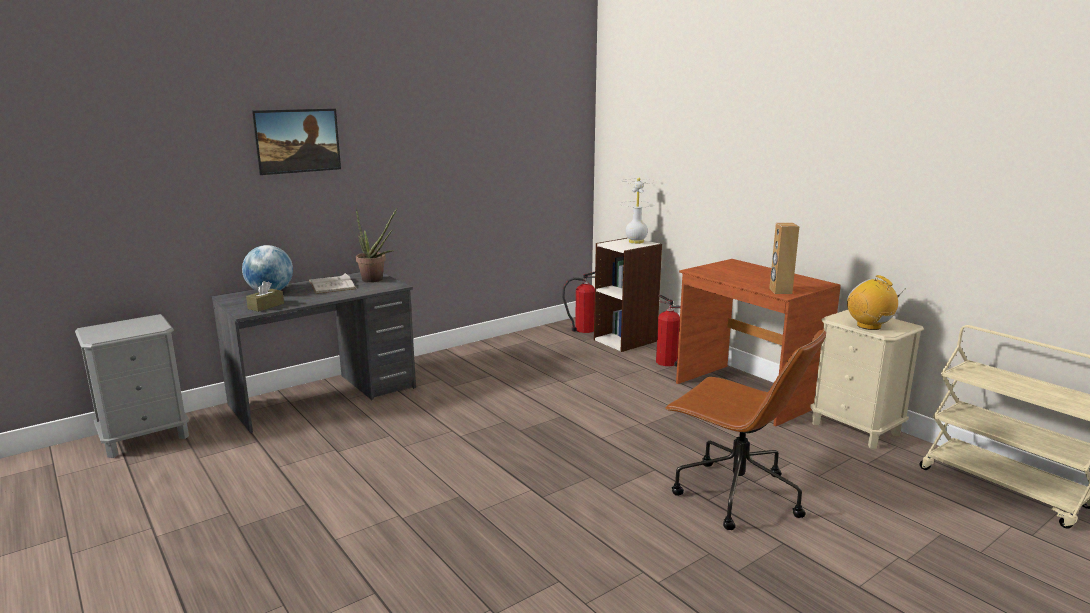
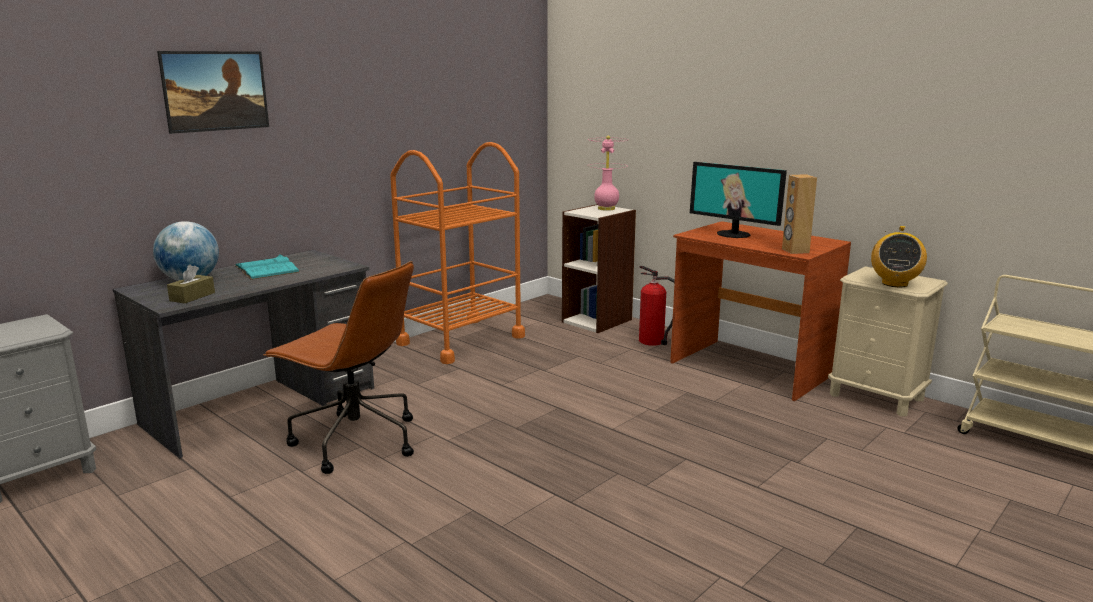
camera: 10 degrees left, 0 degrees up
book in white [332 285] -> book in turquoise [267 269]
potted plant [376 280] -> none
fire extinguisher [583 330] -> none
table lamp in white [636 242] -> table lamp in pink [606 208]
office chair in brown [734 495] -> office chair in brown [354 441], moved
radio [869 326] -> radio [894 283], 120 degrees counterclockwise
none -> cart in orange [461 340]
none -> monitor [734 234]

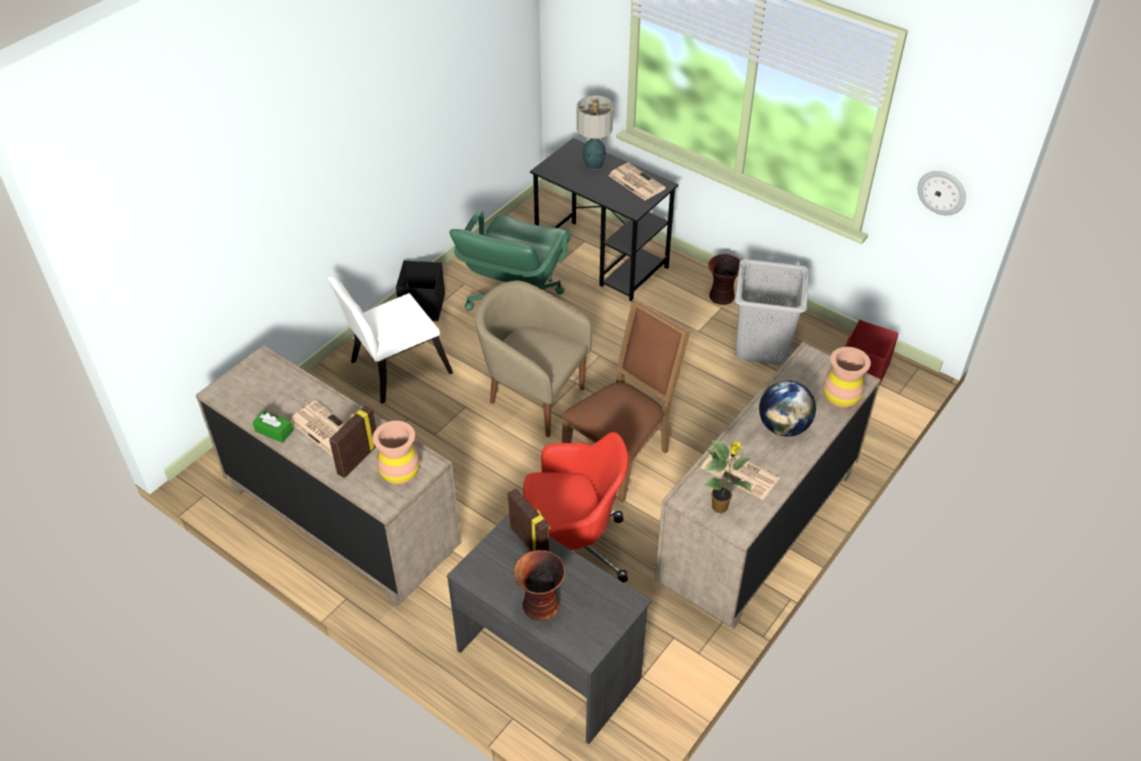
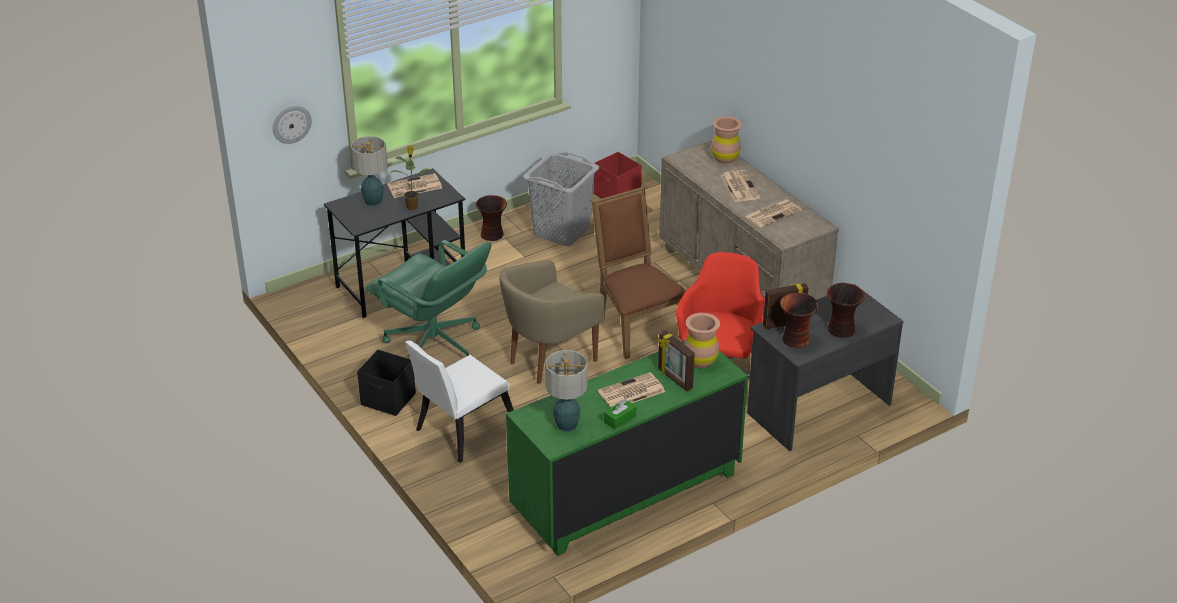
camera: 70 degrees left, 10 degrees down
dresser in beige [341 519] -> dresser in green [627 492]
chair in white [394 369] -> chair in white [461 431], 60 degrees clockwise
potted plant [721 507] -> potted plant [412 206], moved
globe [783 426] -> newspaper [739 186]
wall clock [942 192] -> wall clock [291 124], moved
none -> table lamp [567 425]
none -> vase [795 340]

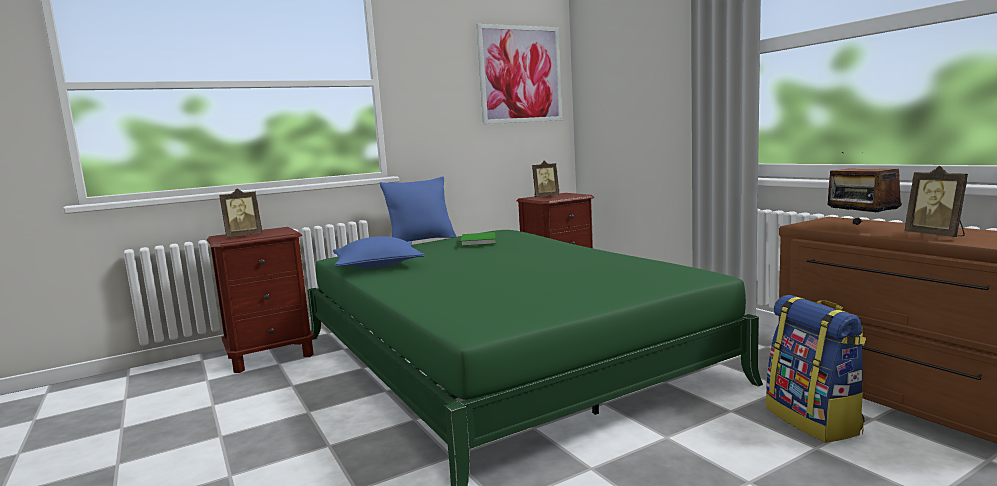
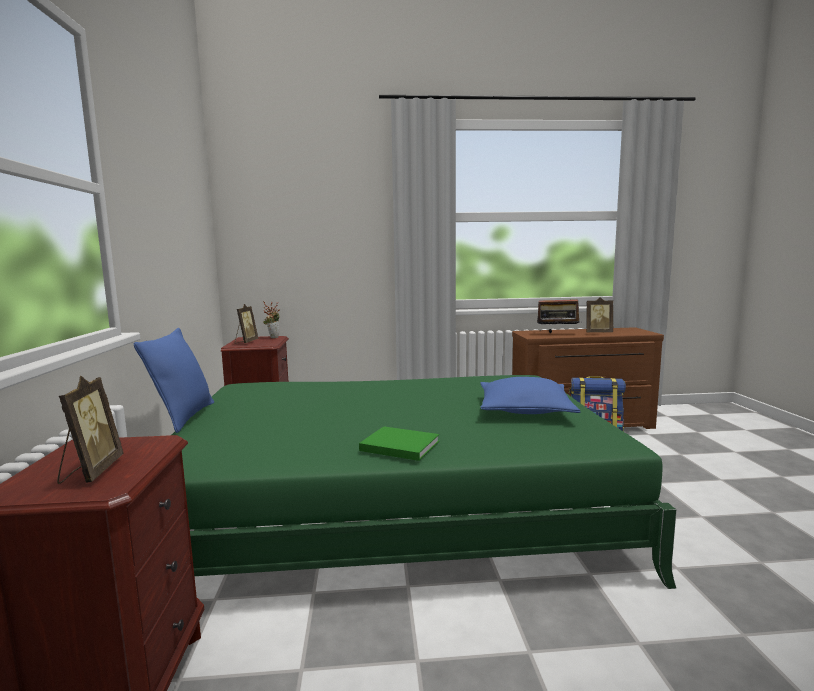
camera: 65 degrees left, 0 degrees up
pillow in blue [377 265] -> pillow in blue [524 409], moved
book in green [478 241] -> book in green [398 445], moved
picture [520 74] -> none
none -> potted plant [273 337]

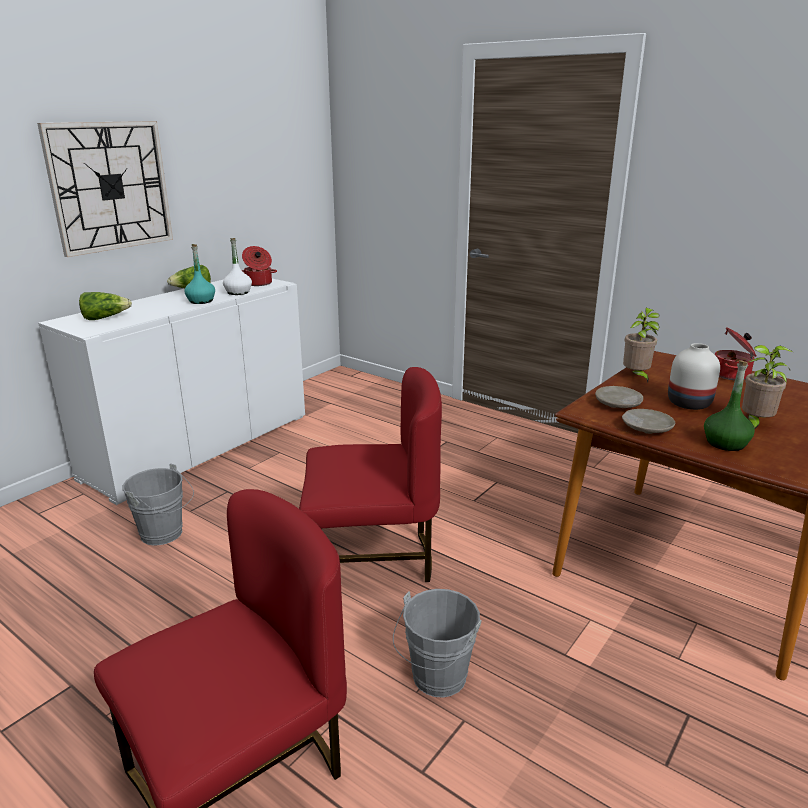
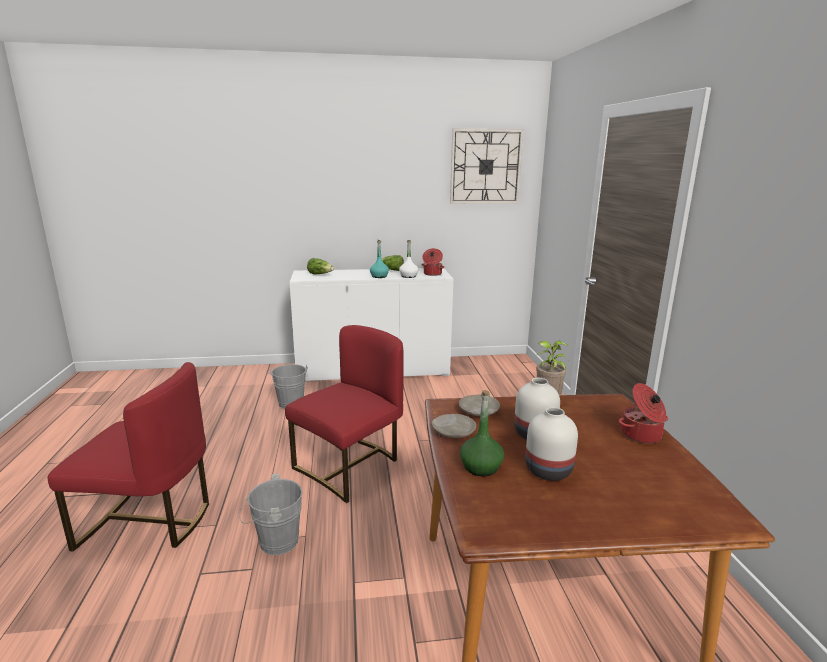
camera: 45 degrees right, 5 degrees down
wall clock [110 186] -> wall clock [485 167], moved
chair in red [370 560] -> chair in red [350 467], 90 degrees counterclockwise
potted plant [755 424] -> vase in white [547 470]

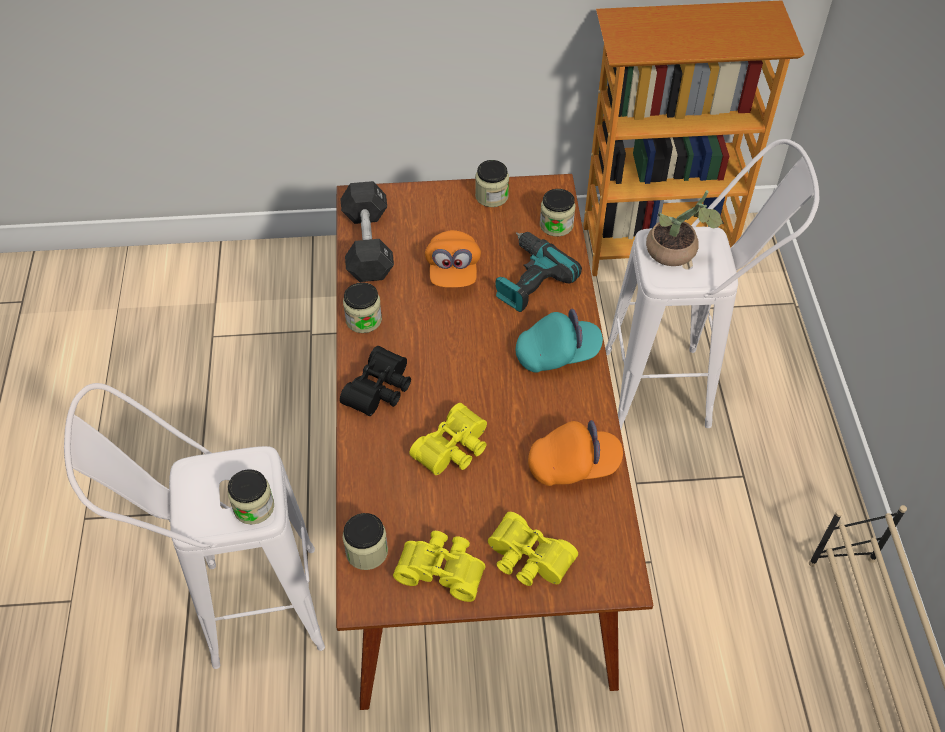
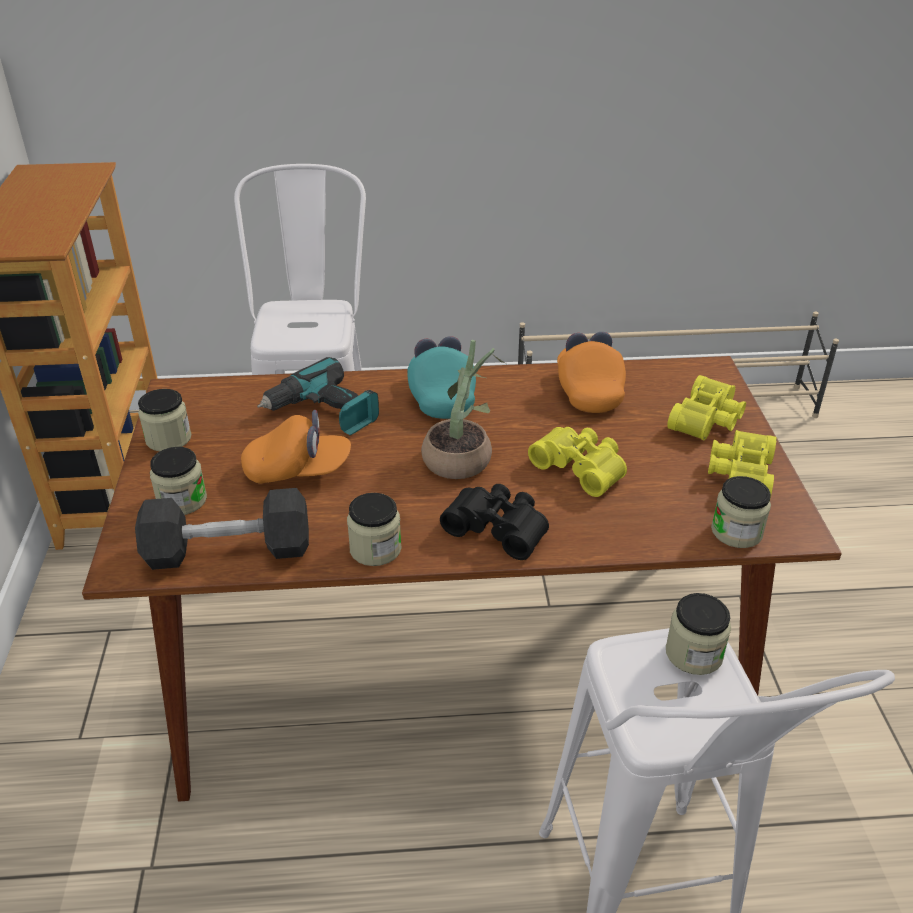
camera: 90 degrees left, 15 degrees down
jar [556 225] -> jar [182 500], moved
potted plant [676 253] -> potted plant [462 456], moved

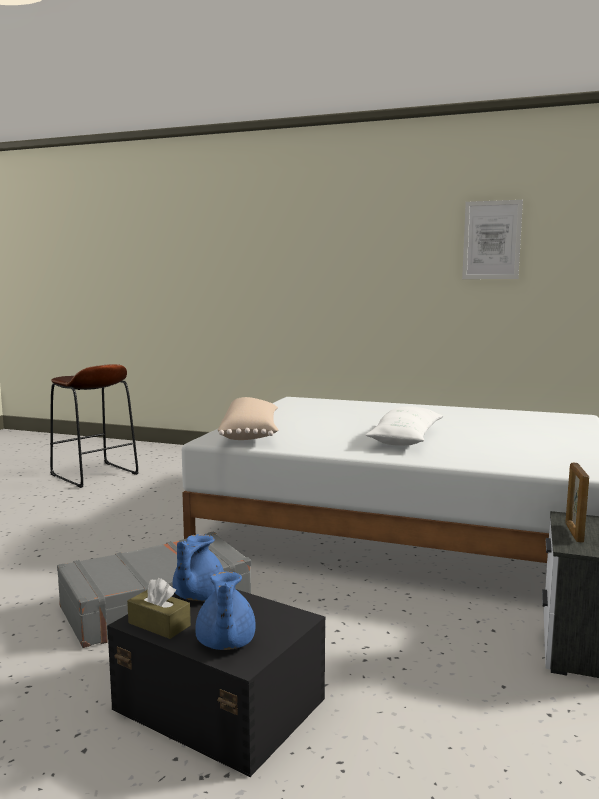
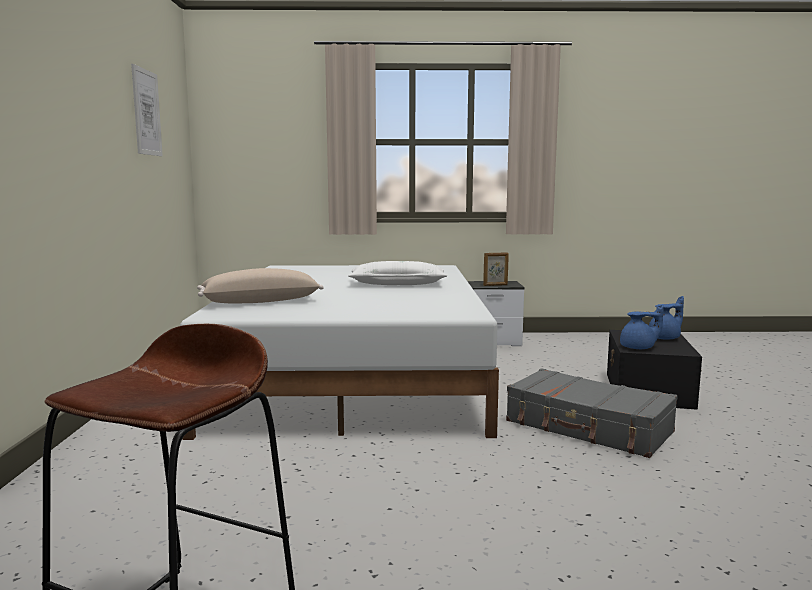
camera: 110 degrees left, 0 degrees up
tissue box in brown [159 624] -> none
pillow in beige [251 434] -> pillow in beige [260 301], moved

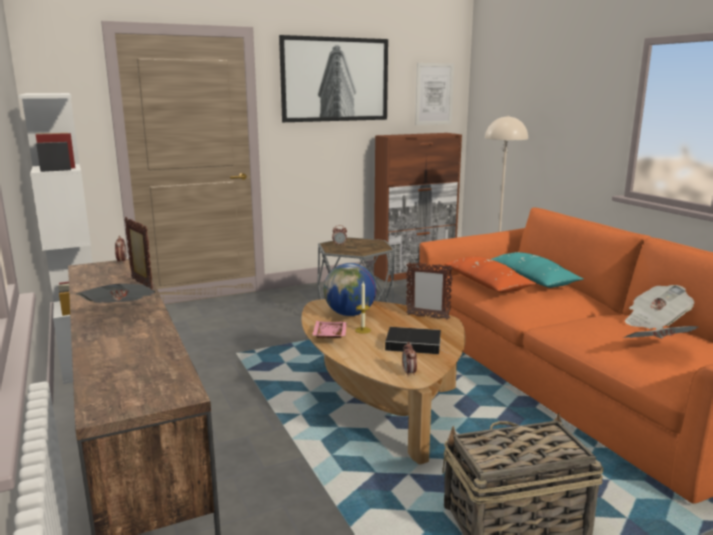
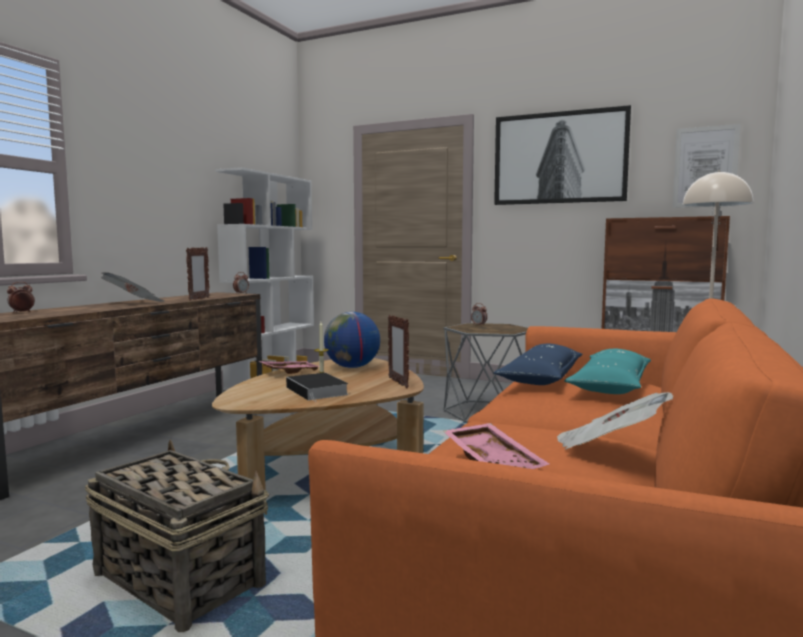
camera: 50 degrees right, 10 degrees down
alarm clock [409 373] -> alarm clock [21 312], moved
pillow in orange [486 284] -> pillow in blue [541 378]
newspaper [656 348] -> tray in pink [495 461]

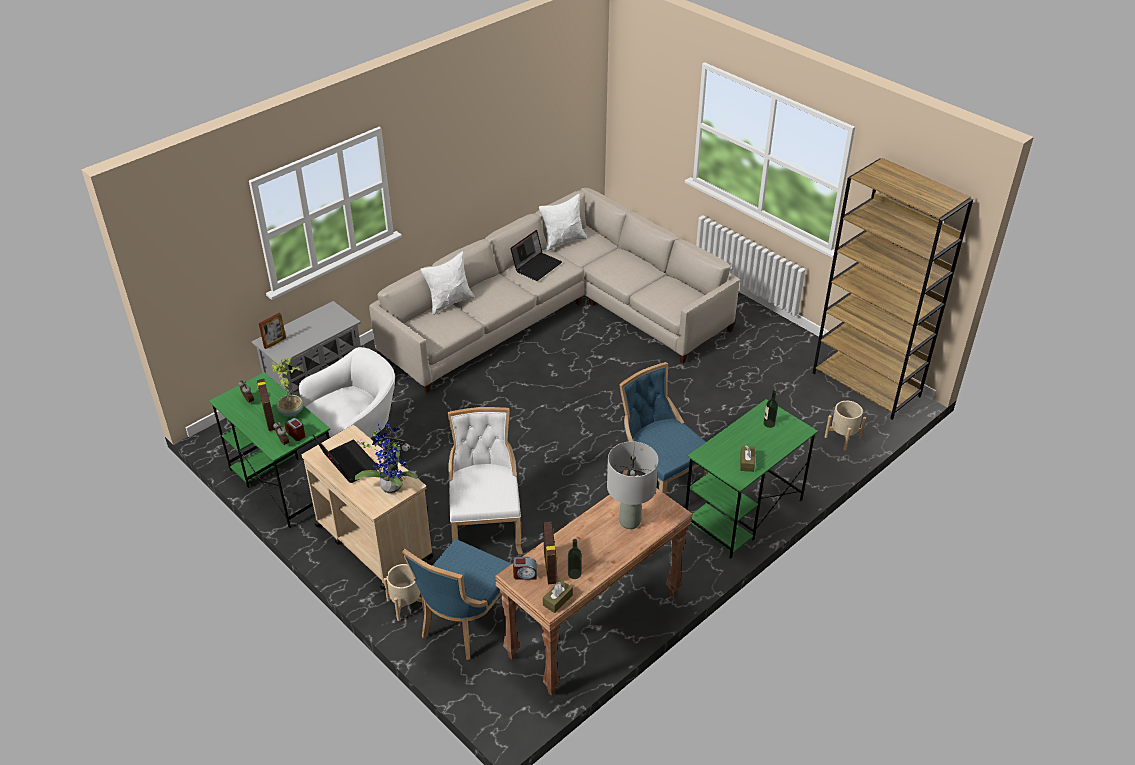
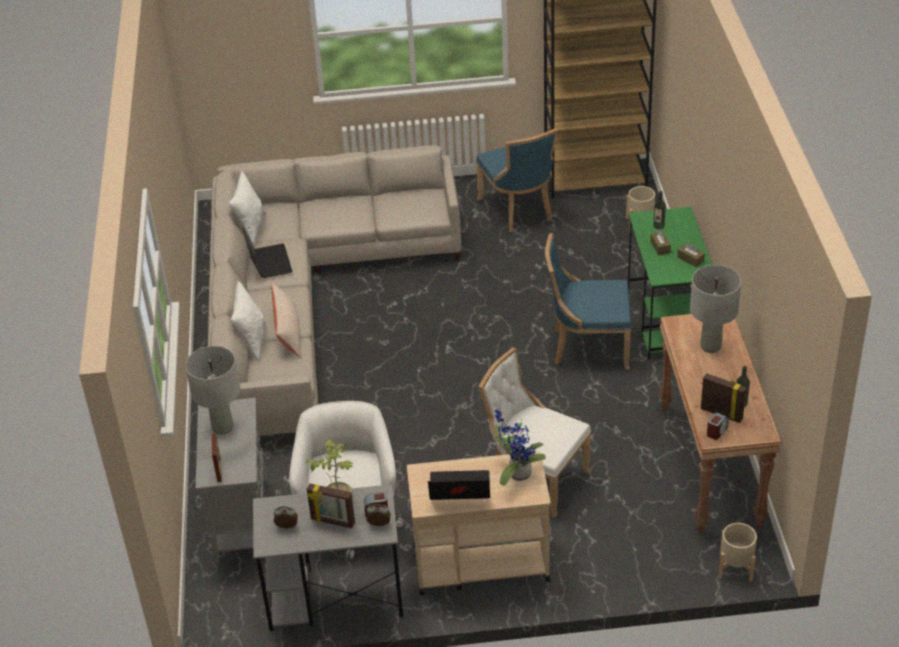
camera: 50 degrees left, 0 degrees up
desk in green [283 482] -> desk in grey [333 596]
planter in beige [406 604] -> planter in beige [736 567], moved
chair in blue [464 623] -> chair in blue [518 210], moved
tissue box in brown [557 600] -> tissue box in brown [660 247], moved
none -> table lamp in grey [222 427]
none -> pillow in beige [288 333]

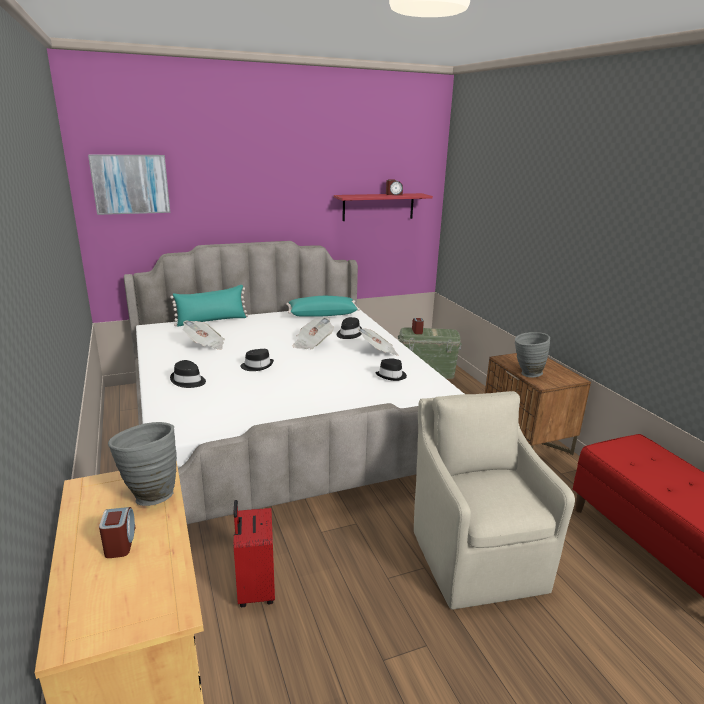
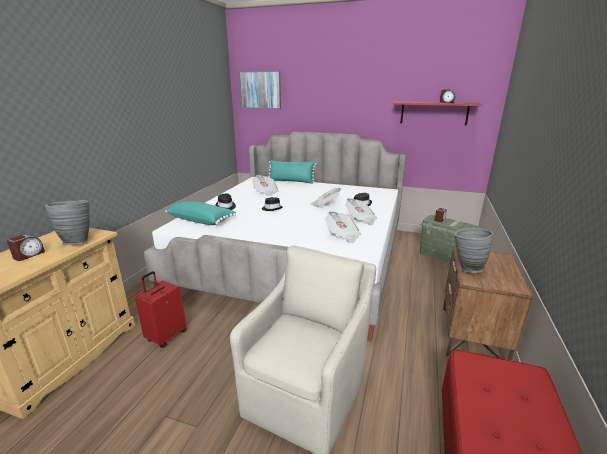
camera: 40 degrees right, 0 degrees up
pillow in turquoise [322 314] -> pillow in turquoise [201 220], moved
hat in black [391 376] -> newspaper [342 236]

